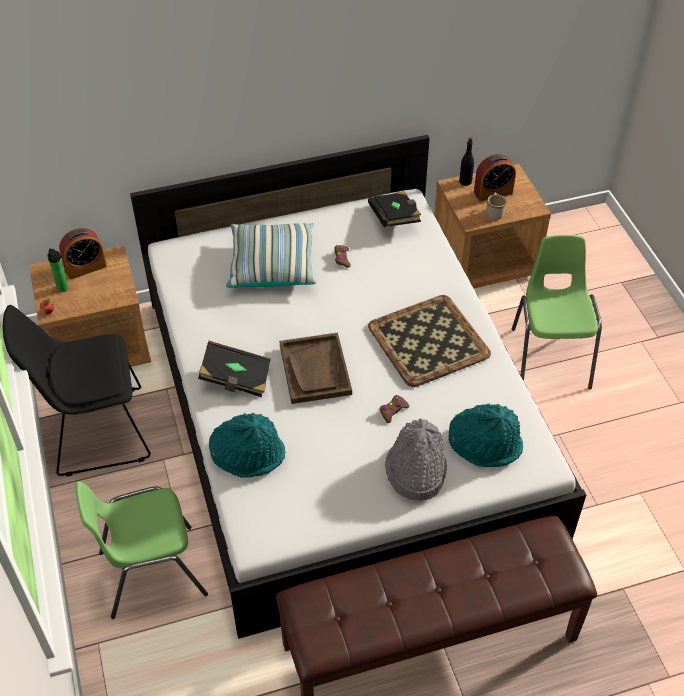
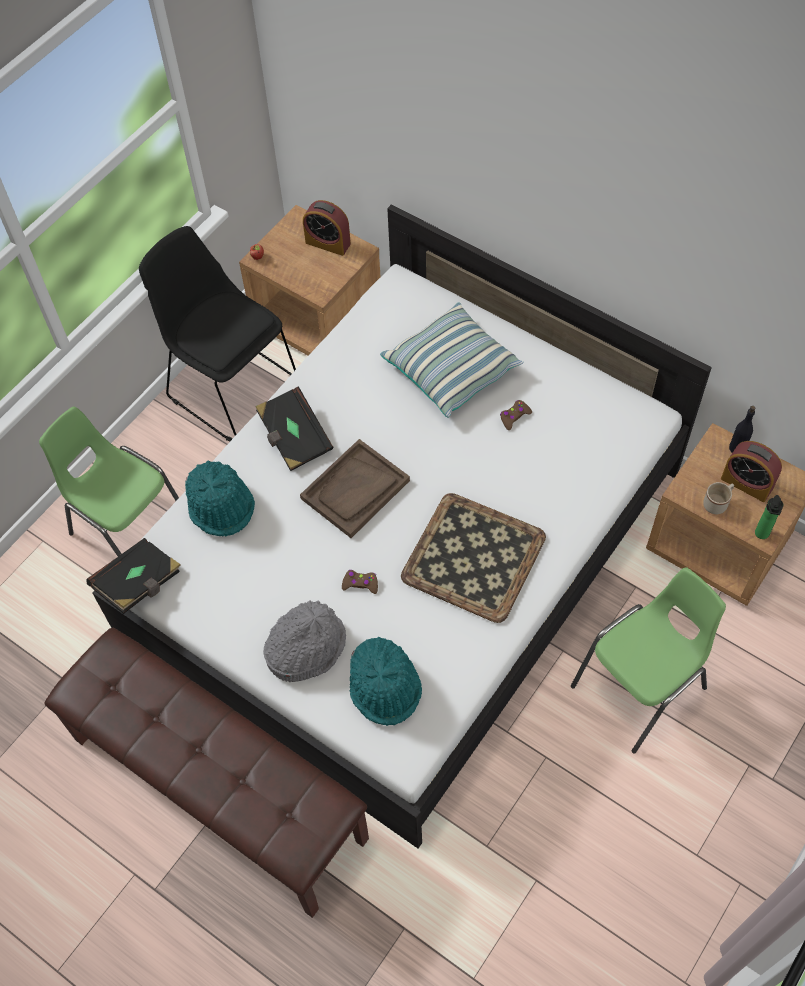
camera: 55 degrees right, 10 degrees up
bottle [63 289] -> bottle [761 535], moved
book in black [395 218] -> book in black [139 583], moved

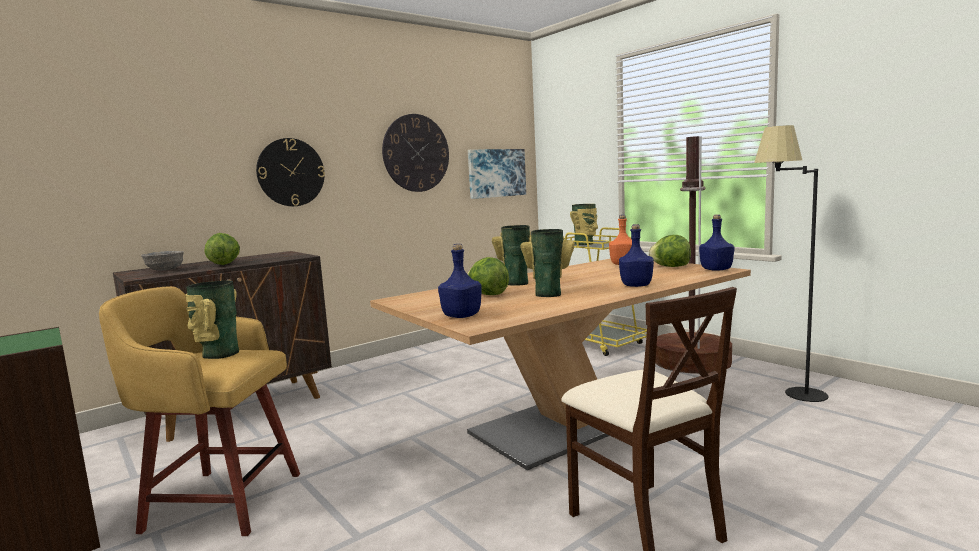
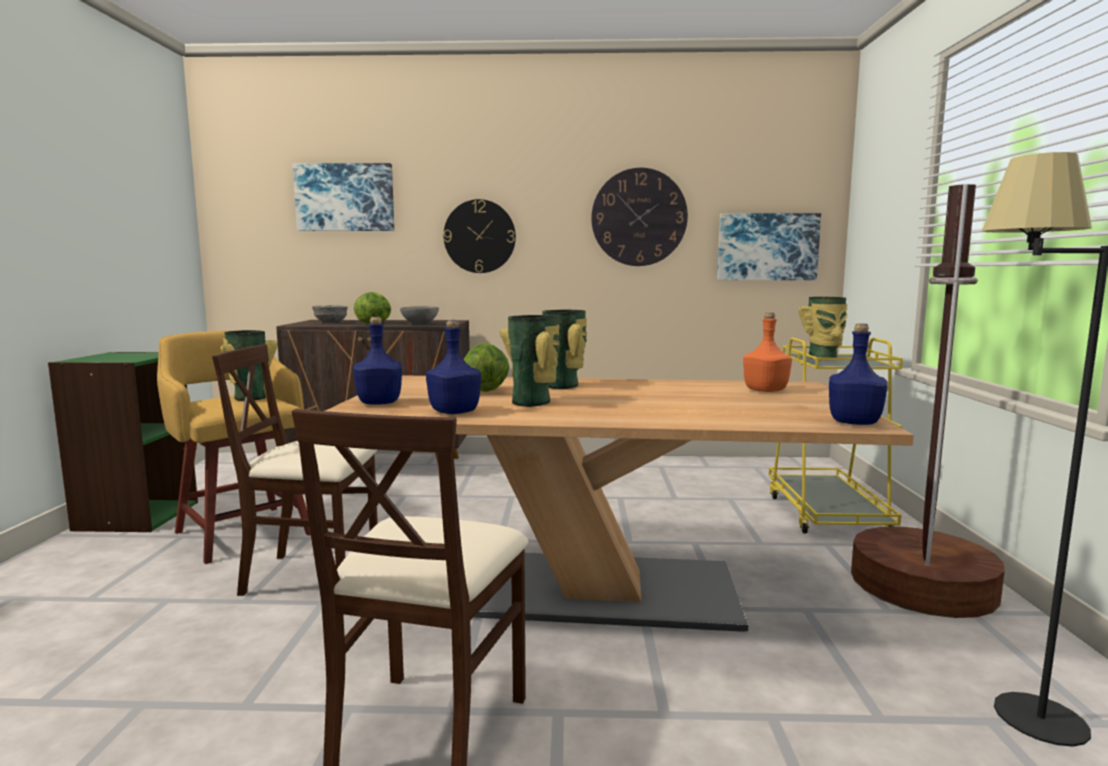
camera: 40 degrees right, 0 degrees up
bottle in blue [637 285] -> bottle in blue [455 412], moved
lettuce [670 266] -> none
none -> chair in beige [314 575]
none -> picture [345 198]
none -> bowl in grey [420 324]

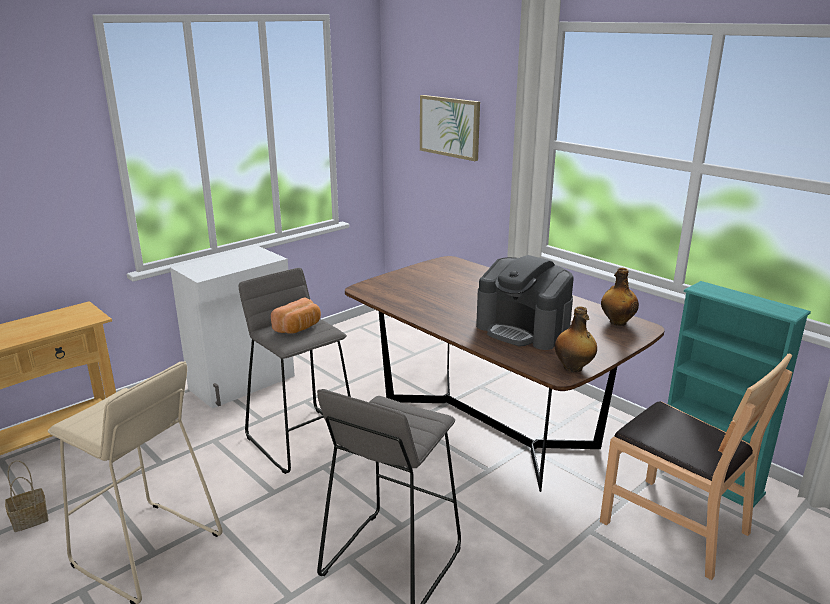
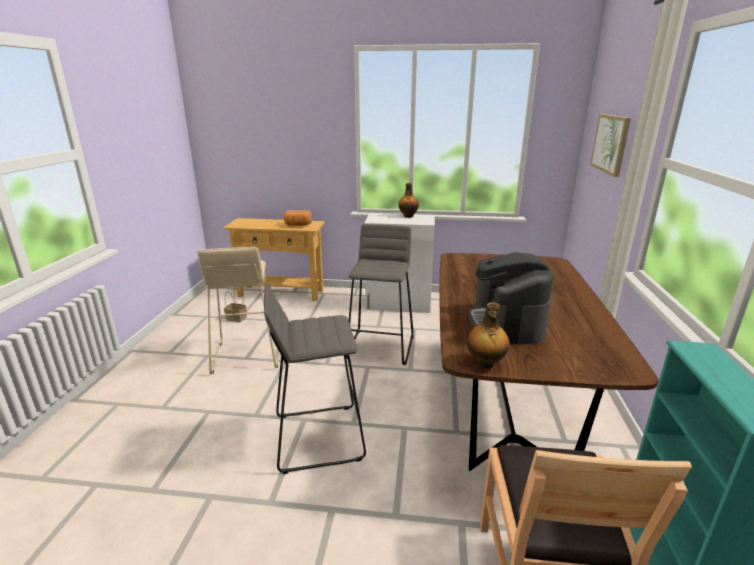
camera: 50 degrees right, 0 degrees up
bread [299 328] -> bread [297 225], moved
bottle [617 322] -> bottle [408 216], moved

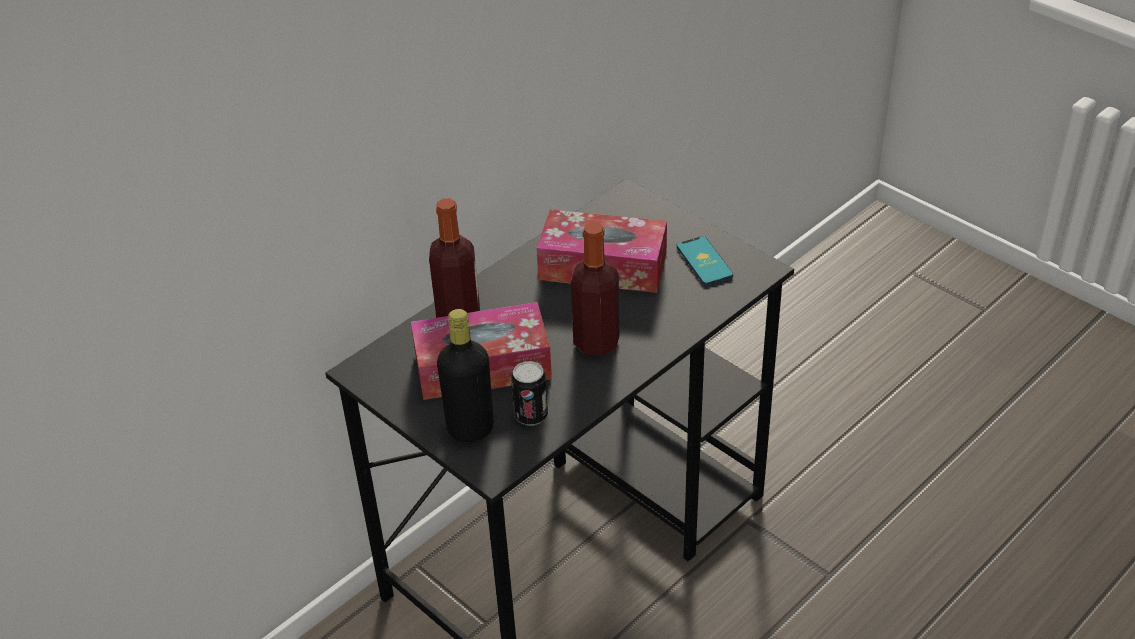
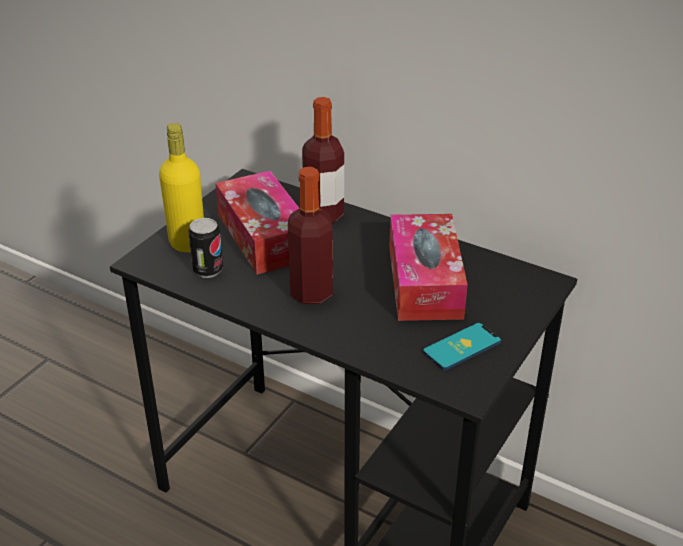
camera: 75 degrees right, 5 degrees down
bottle in black [470 429] -> bottle in yellow [187 242]

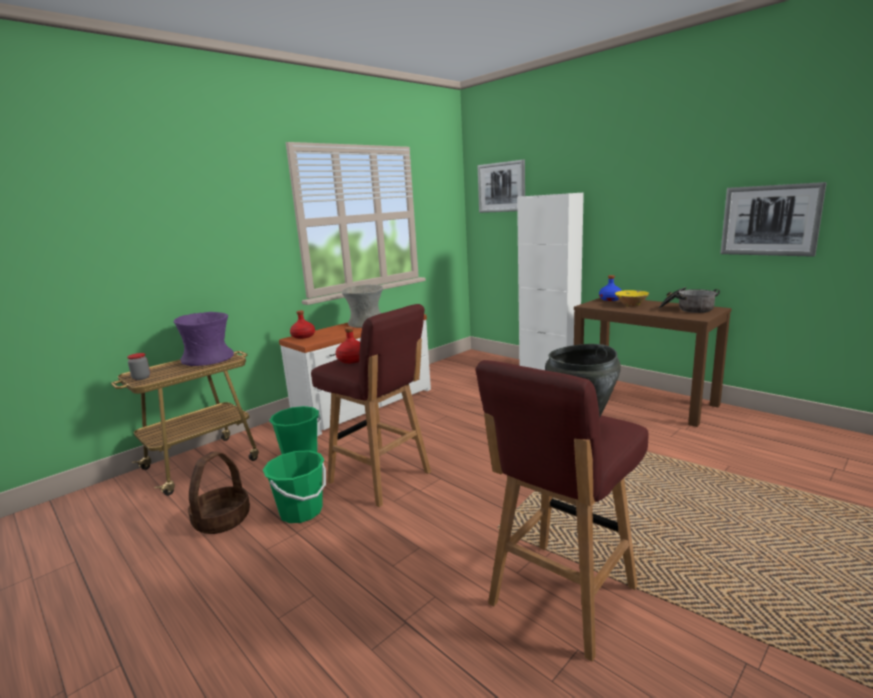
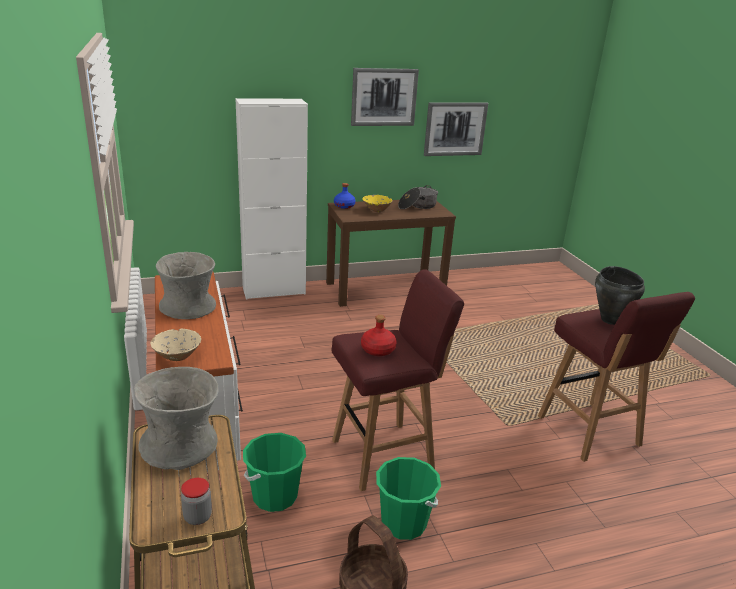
camera: 65 degrees left, 10 degrees up
vase in purple [208 359] -> vase in grey [181 445]
bottle in red [303 336] -> bowl in beige [177 356]
picture [501 187] -> picture [384 97], moved

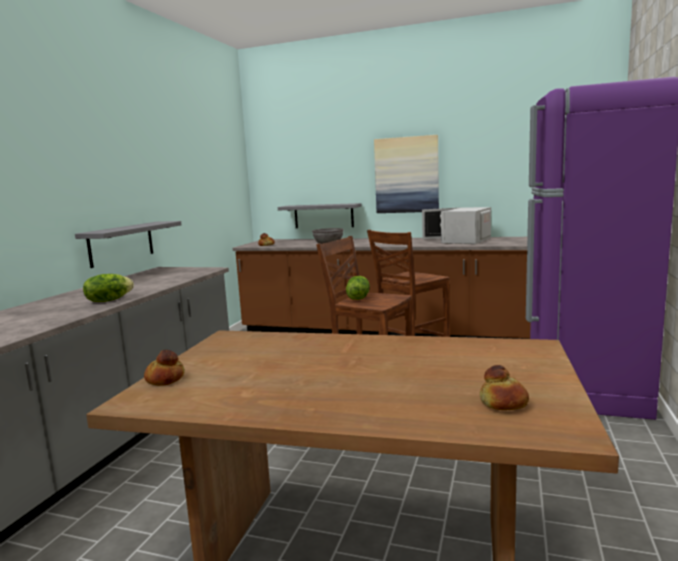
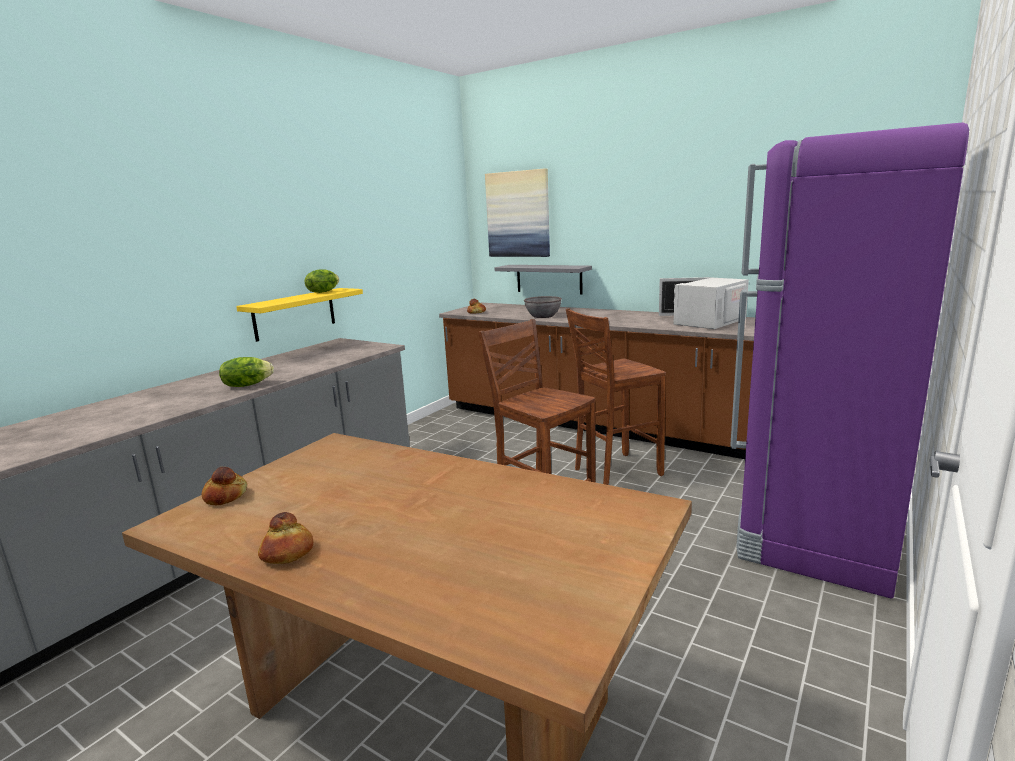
camera: 15 degrees right, 5 degrees up
shelf in grey [121 243] -> shelf in yellow [294 314]
lettuce [358 298] -> lettuce [323 292], moved
picture [406 175] -> picture [518 214], moved
bread [503 403] -> bread [287 553], moved

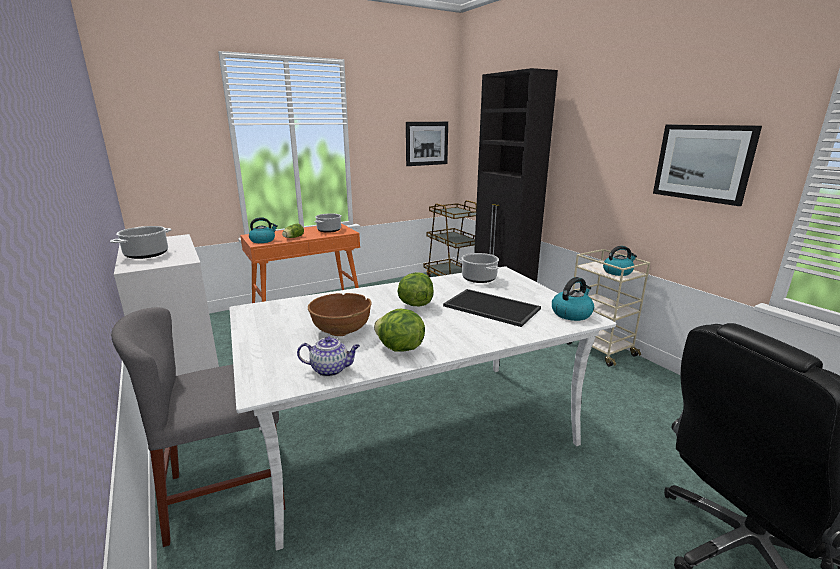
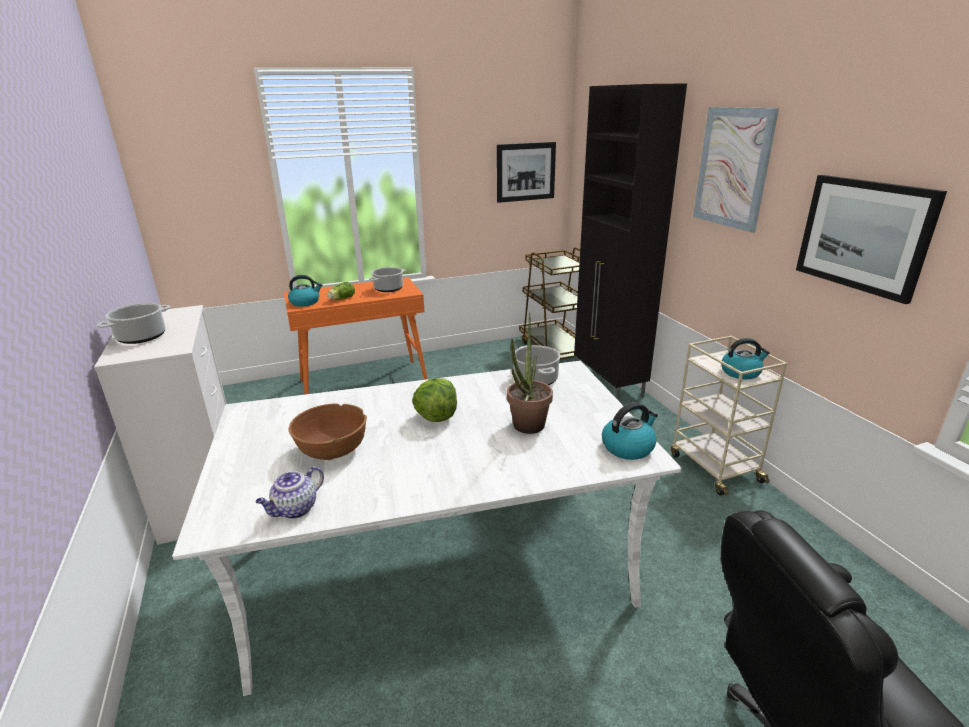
camera: 10 degrees right, 5 degrees up
chair in grey [227 492] -> none
teapot [331 369] -> teapot [295 510], 120 degrees clockwise
lettuce [399 348] -> none
tray [490 307] -> potted plant [526 429]
none -> picture [732 168]

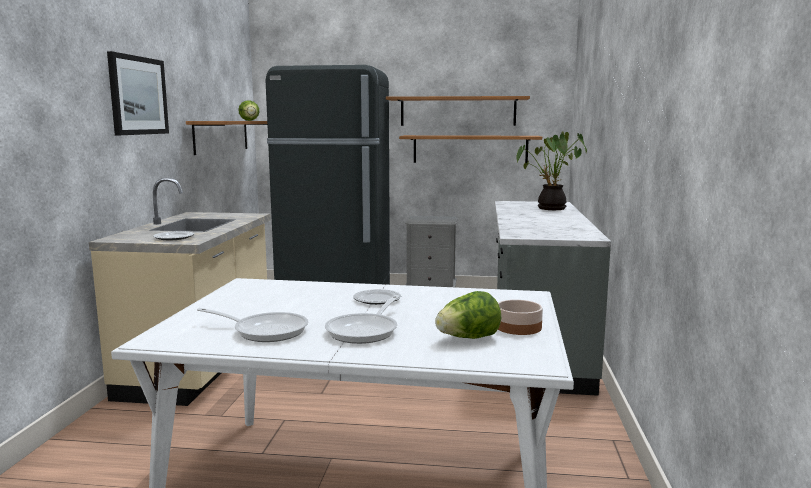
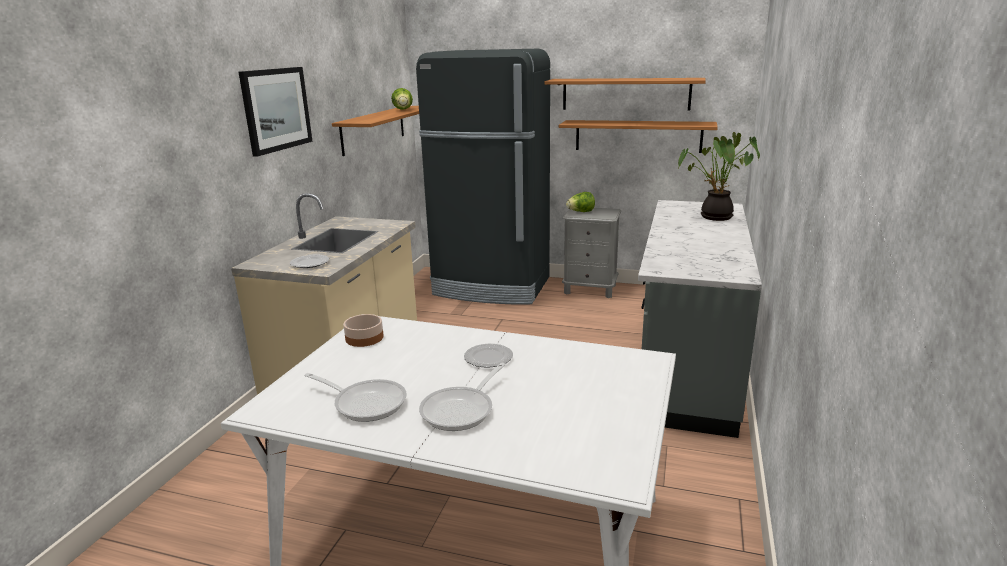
camera: 10 degrees right, 10 degrees up
lettuce [468 338] -> lettuce [580 212], moved
bowl [518 327] -> bowl [365 338], moved

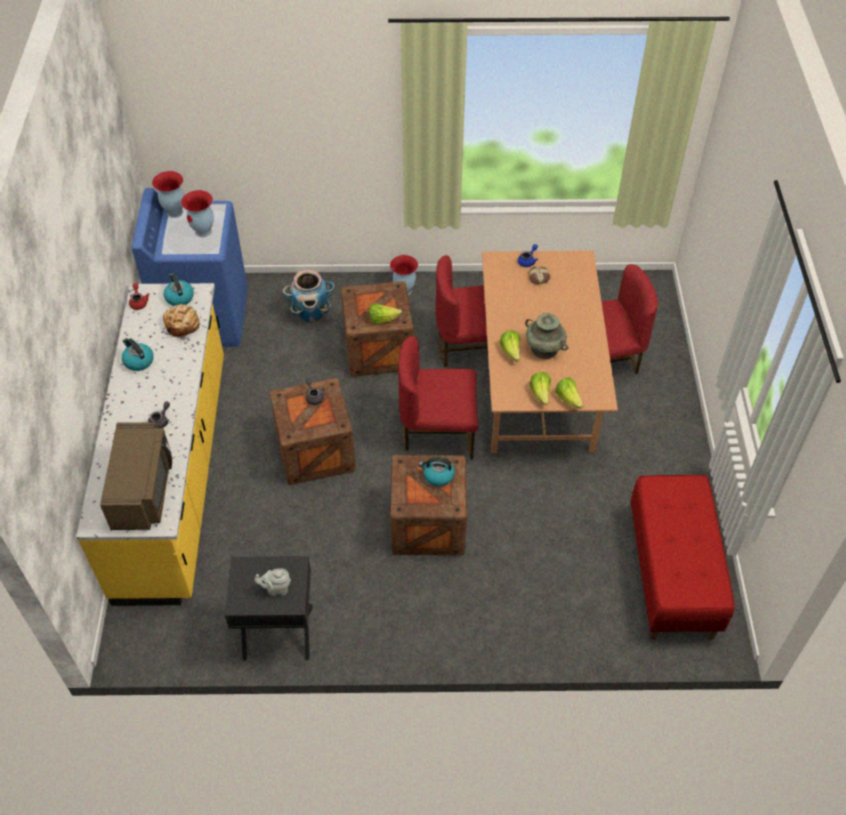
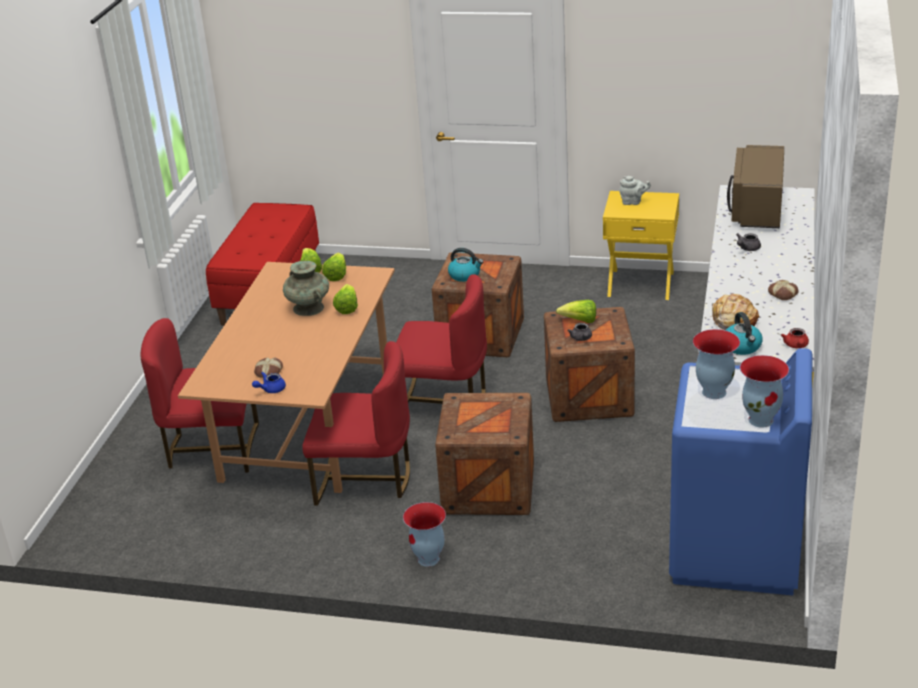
camera: 165 degrees left, 20 degrees down
kettle [138 361] -> bread [783 293]
nightstand in black [278 632] -> nightstand in yellow [641 283]
planter [311 314] -> none
lettuce [382 319] -> lettuce [580 321], moved

